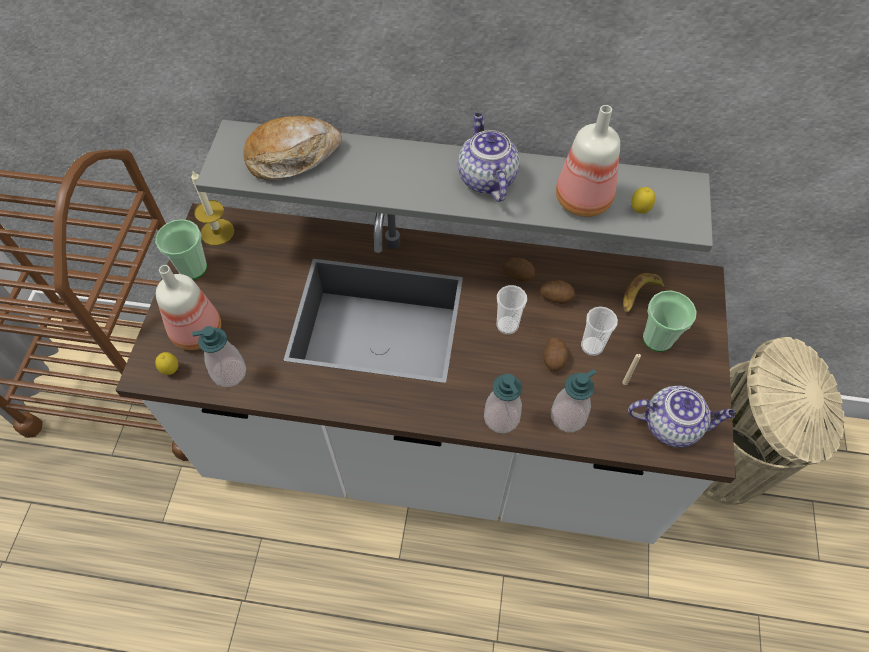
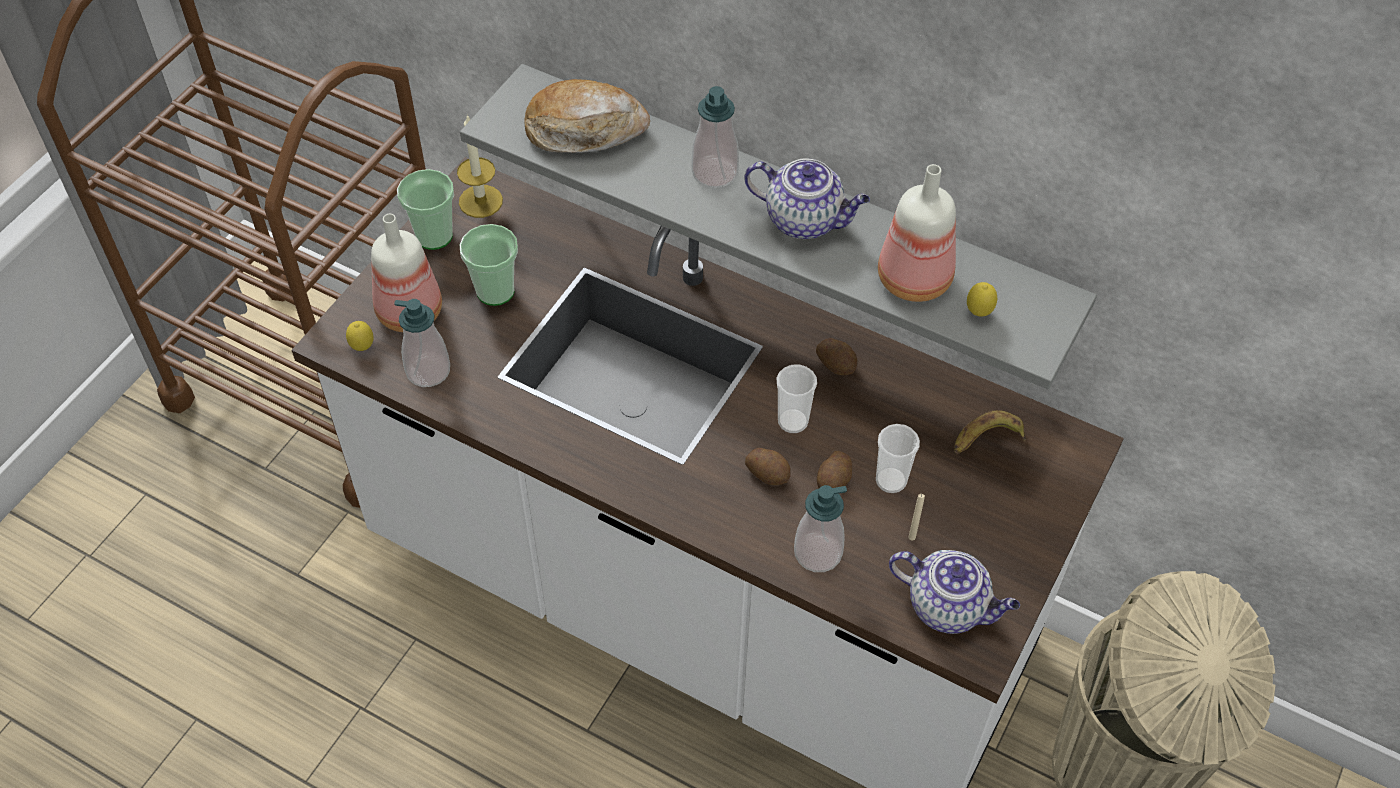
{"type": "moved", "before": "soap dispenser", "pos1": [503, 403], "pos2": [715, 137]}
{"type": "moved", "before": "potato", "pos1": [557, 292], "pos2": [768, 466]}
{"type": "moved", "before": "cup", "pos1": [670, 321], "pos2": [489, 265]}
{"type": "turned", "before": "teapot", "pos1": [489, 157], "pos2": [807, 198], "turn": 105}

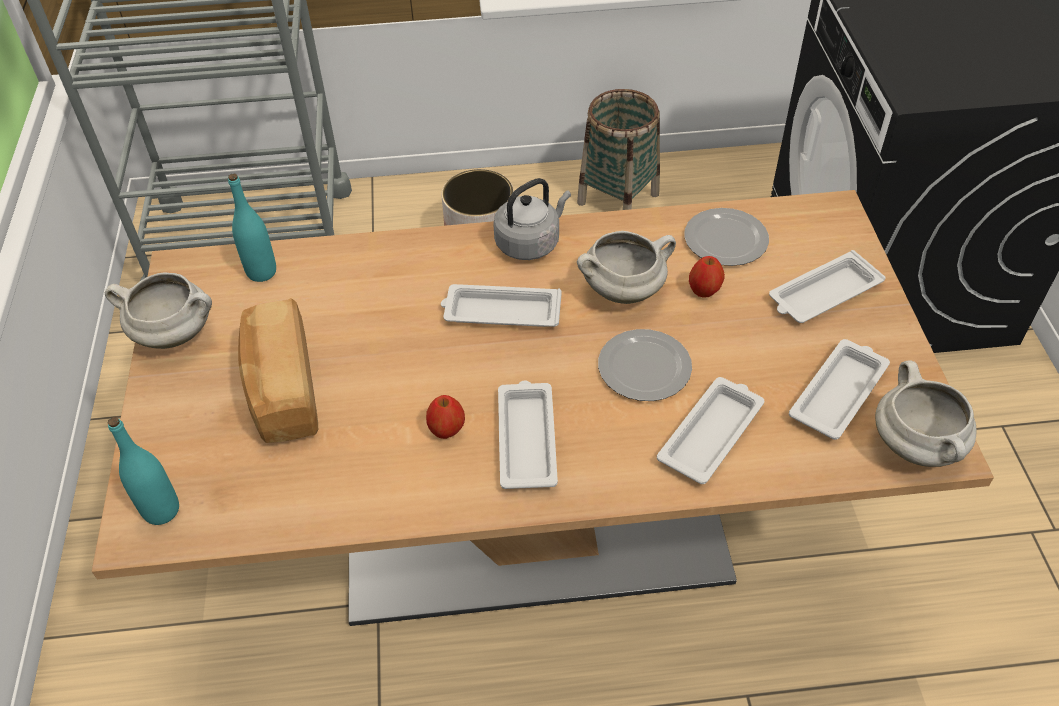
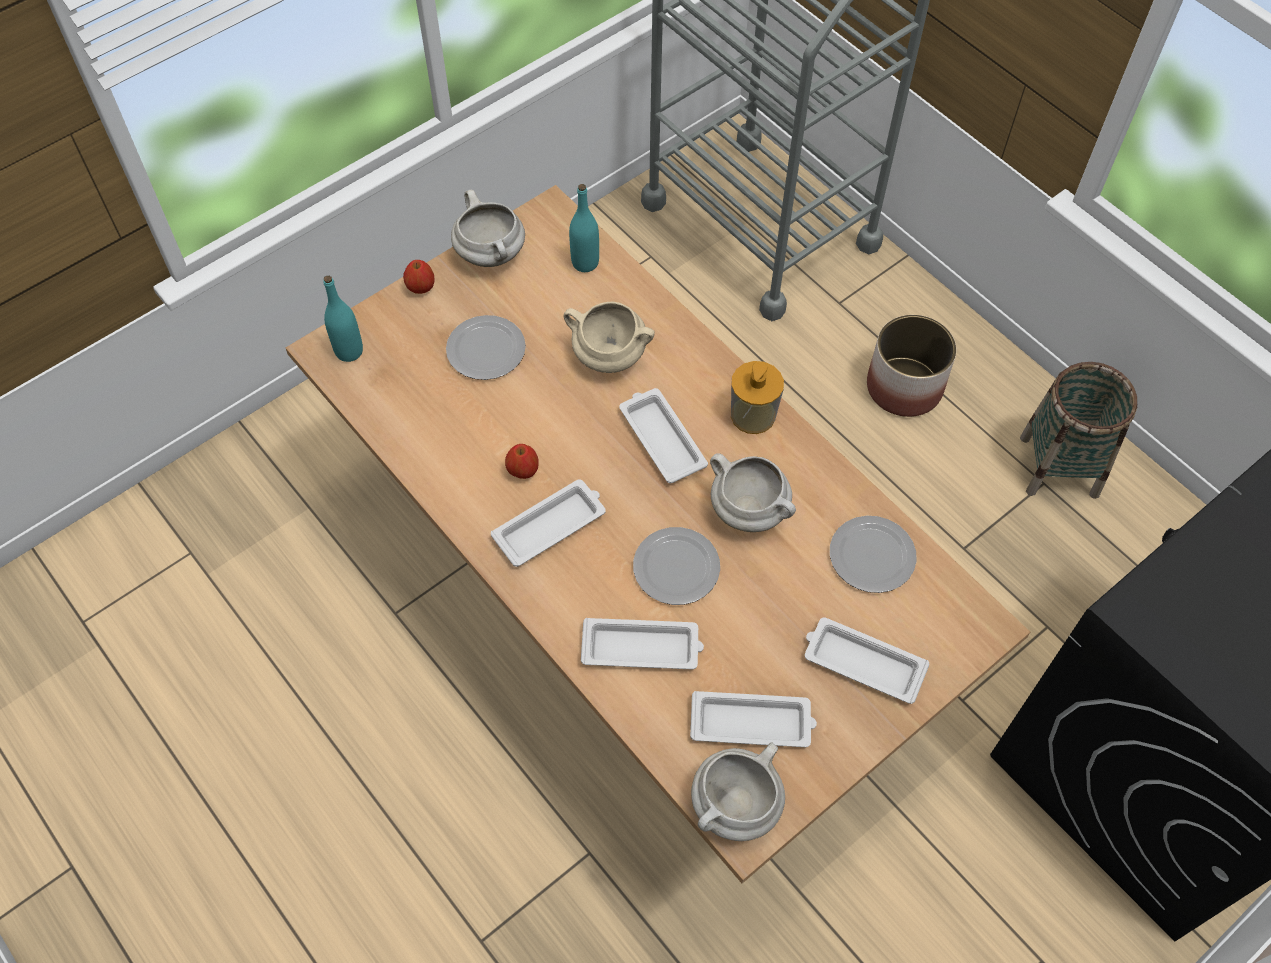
{"type": "added", "after": "cooking pot in beige", "pos2": [609, 337]}
{"type": "moved", "before": "apple", "pos1": [707, 277], "pos2": [419, 277]}
{"type": "replaced", "before": "bread", "after": "plate", "pos1": [278, 370], "pos2": [486, 347]}
{"type": "replaced", "before": "kettle in grey", "after": "soap dispenser", "pos1": [532, 219], "pos2": [757, 397]}

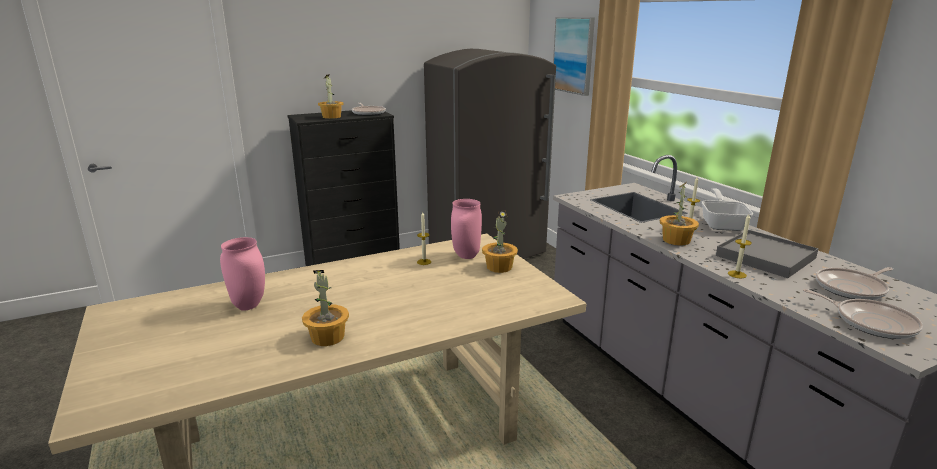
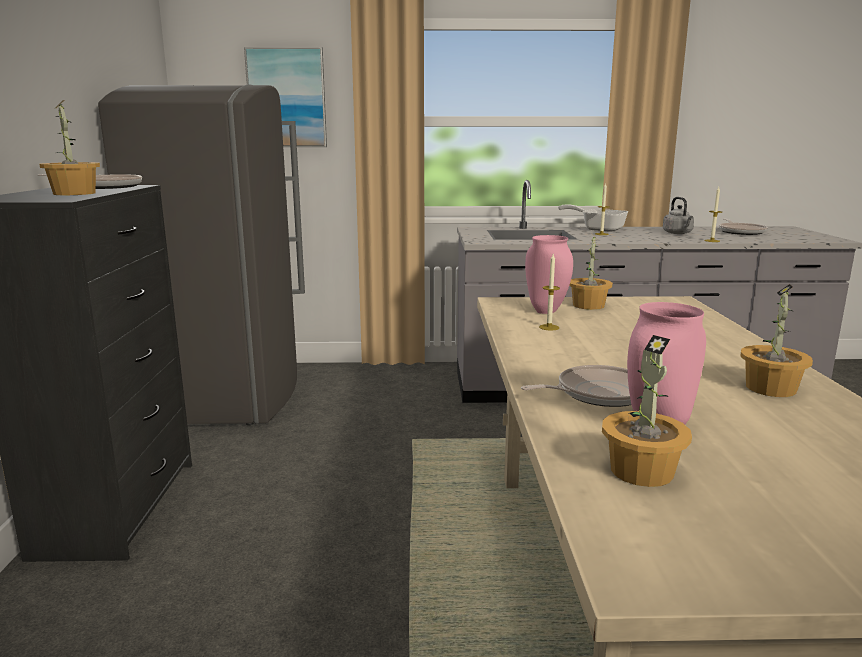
{"type": "moved", "before": "potted plant", "pos1": [679, 214], "pos2": [647, 411]}
{"type": "moved", "before": "frying pan", "pos1": [863, 314], "pos2": [576, 386]}
{"type": "replaced", "before": "tray in grey", "after": "kettle in grey", "pos1": [767, 254], "pos2": [678, 215]}

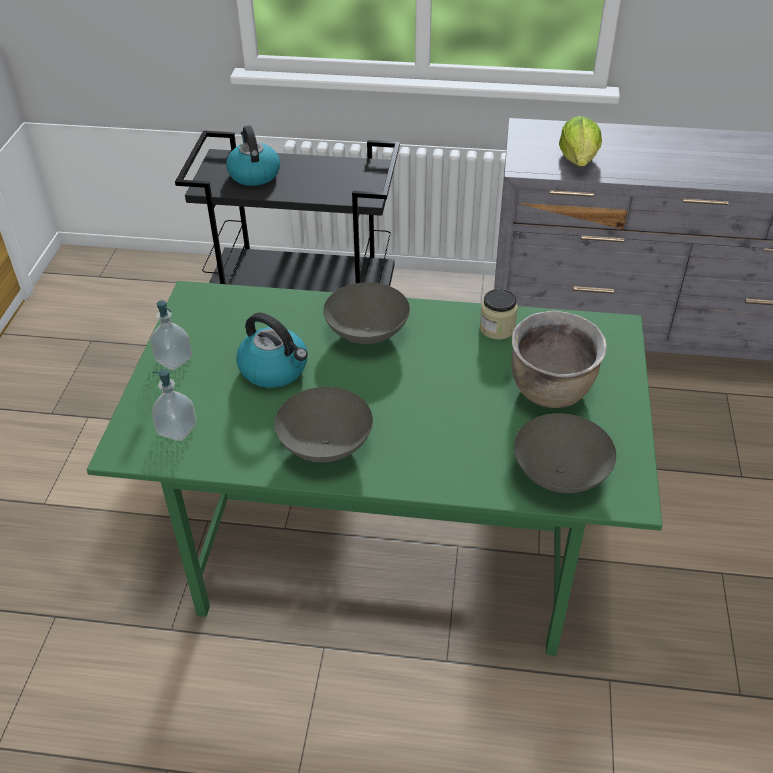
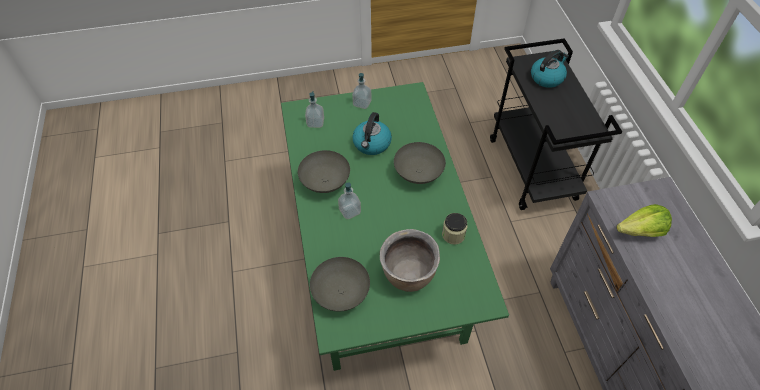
{"type": "added", "after": "soap dispenser", "pos2": [349, 201]}

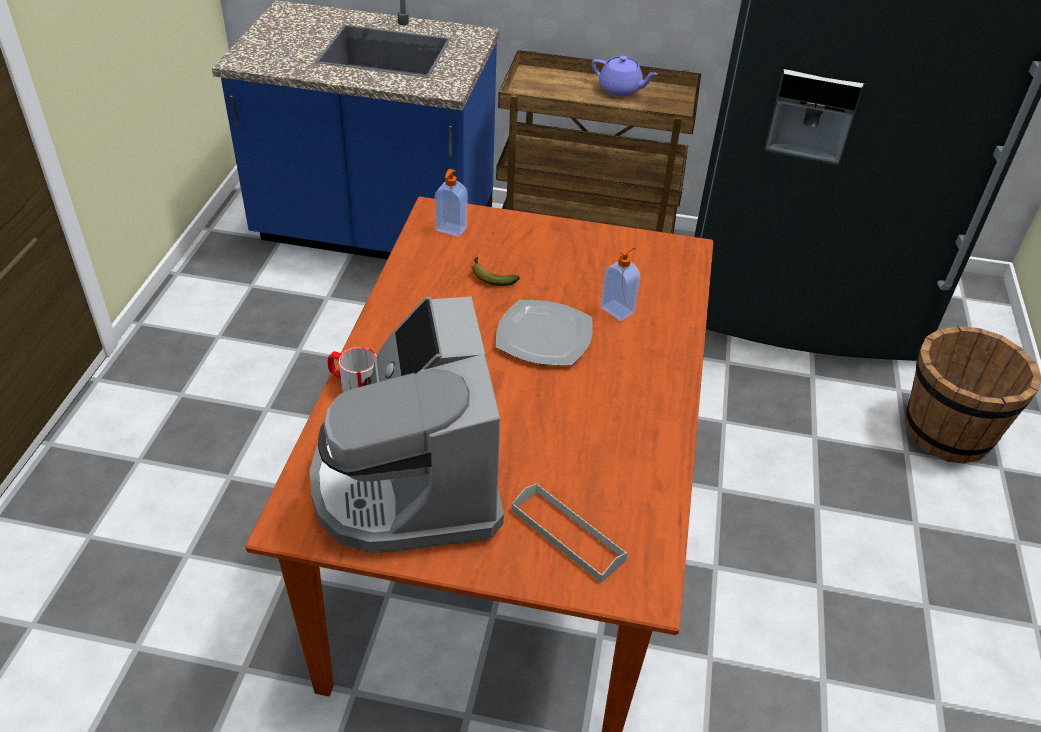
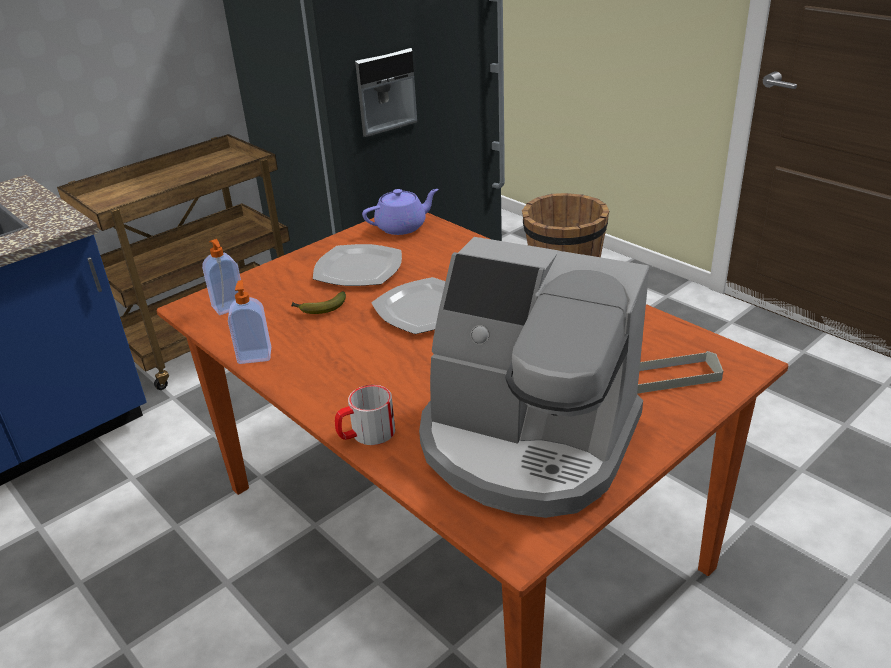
{"type": "added", "after": "plate", "pos2": [357, 265]}
{"type": "moved", "before": "teapot in purple", "pos1": [625, 76], "pos2": [400, 212]}
{"type": "moved", "before": "soap dispenser", "pos1": [620, 283], "pos2": [249, 322]}

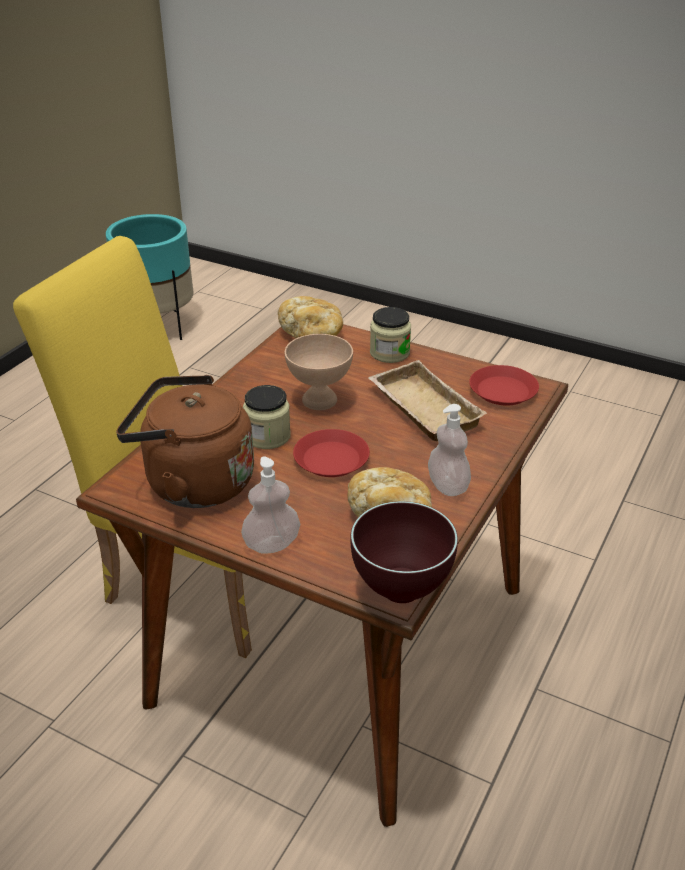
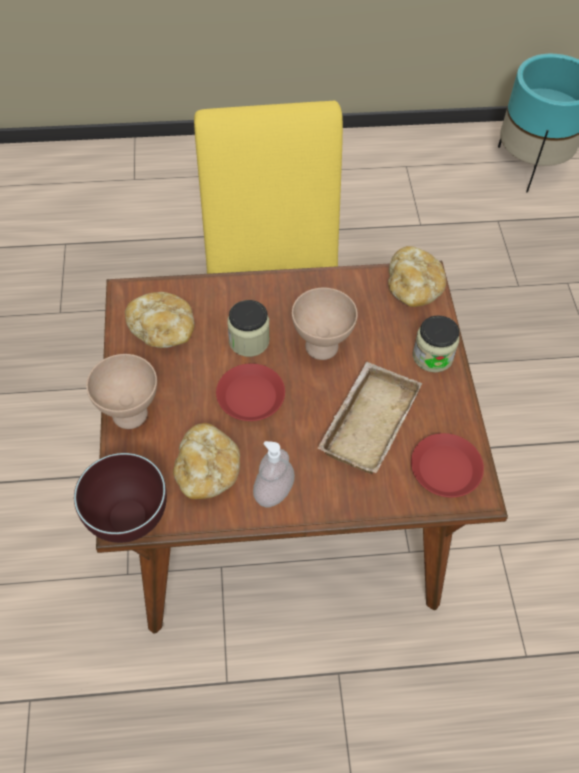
{"type": "replaced", "before": "kettle in brown", "after": "bread", "pos1": [185, 441], "pos2": [160, 320]}
{"type": "replaced", "before": "soap dispenser", "after": "bowl in beige", "pos1": [270, 505], "pos2": [121, 391]}

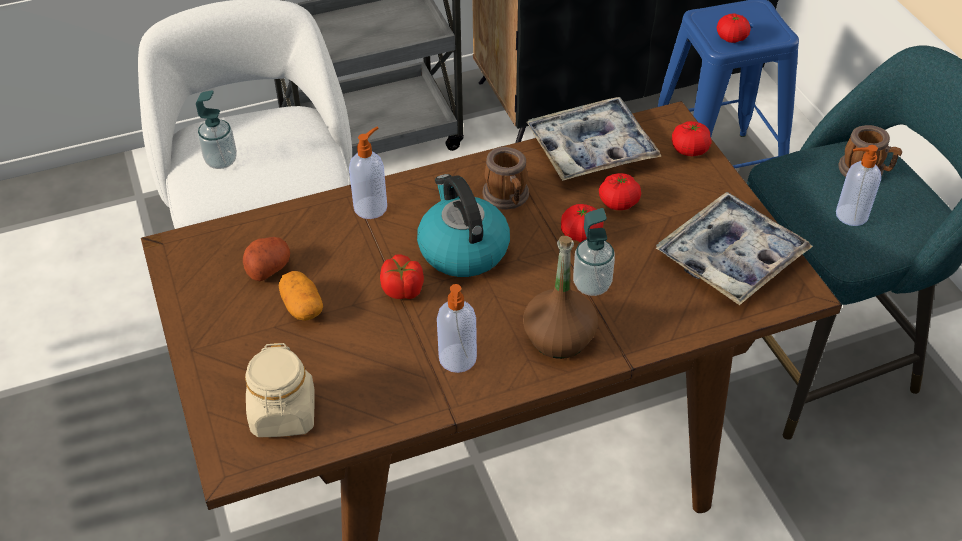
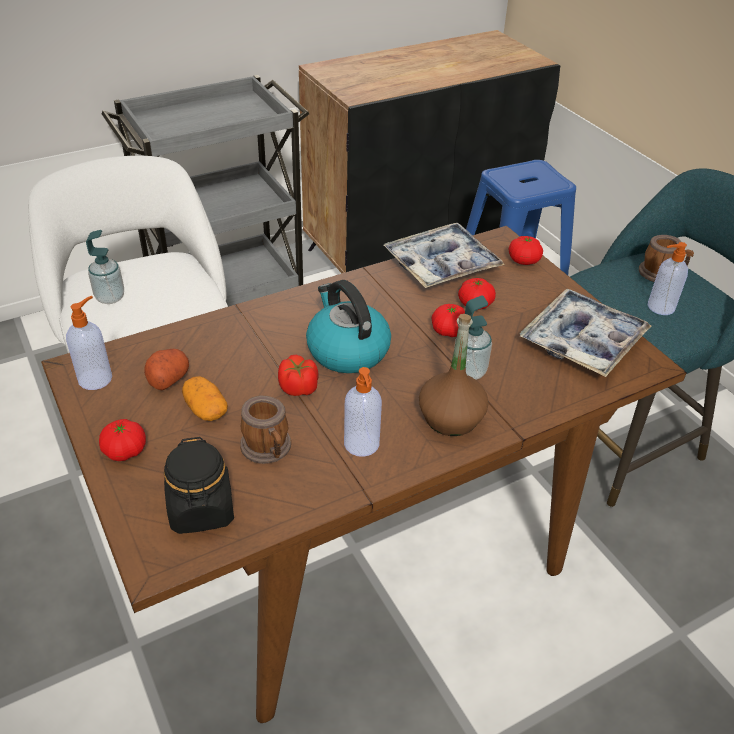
{"type": "moved", "before": "soap dispenser", "pos1": [368, 173], "pos2": [89, 343]}
{"type": "moved", "before": "mug", "pos1": [505, 178], "pos2": [265, 430]}
{"type": "moved", "before": "tomato", "pos1": [734, 28], "pos2": [122, 440]}
{"type": "recoloured", "before": "jar in beige", "after": "jar in black", "pos1": [279, 390], "pos2": [199, 485]}

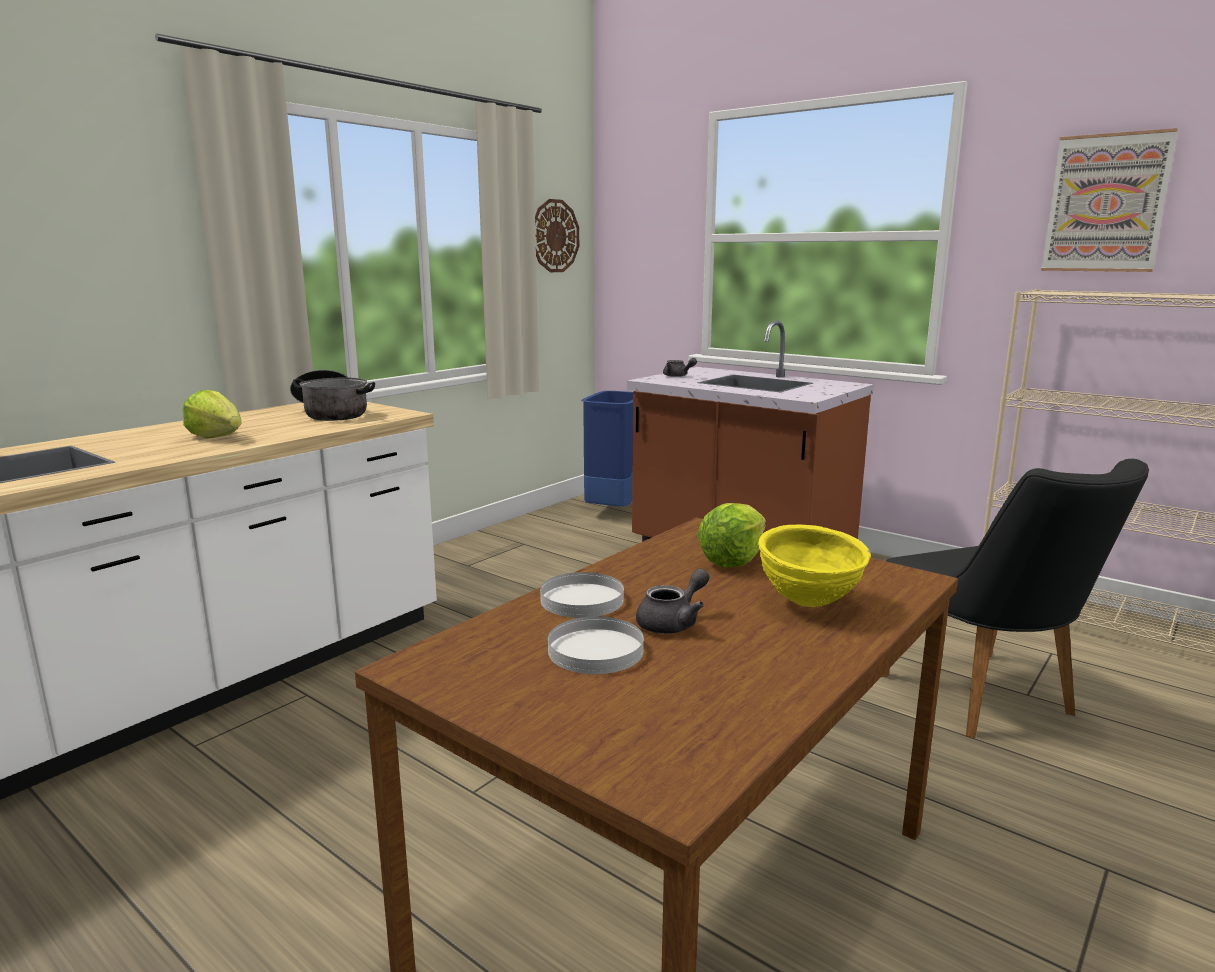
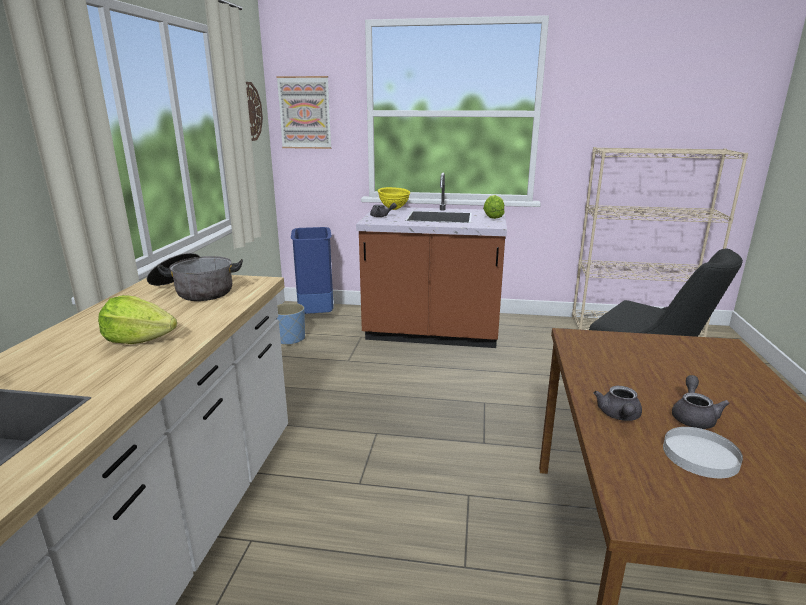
{"type": "added", "after": "planter in blue", "pos2": [291, 324]}
{"type": "moved", "before": "lettuce", "pos1": [732, 535], "pos2": [494, 207]}
{"type": "moved", "before": "bowl in yellow", "pos1": [814, 566], "pos2": [394, 198]}
{"type": "moved", "before": "picture", "pos1": [1109, 200], "pos2": [304, 112]}
{"type": "replaced", "before": "plate in white", "after": "teapot in grey", "pos1": [582, 595], "pos2": [617, 403]}

